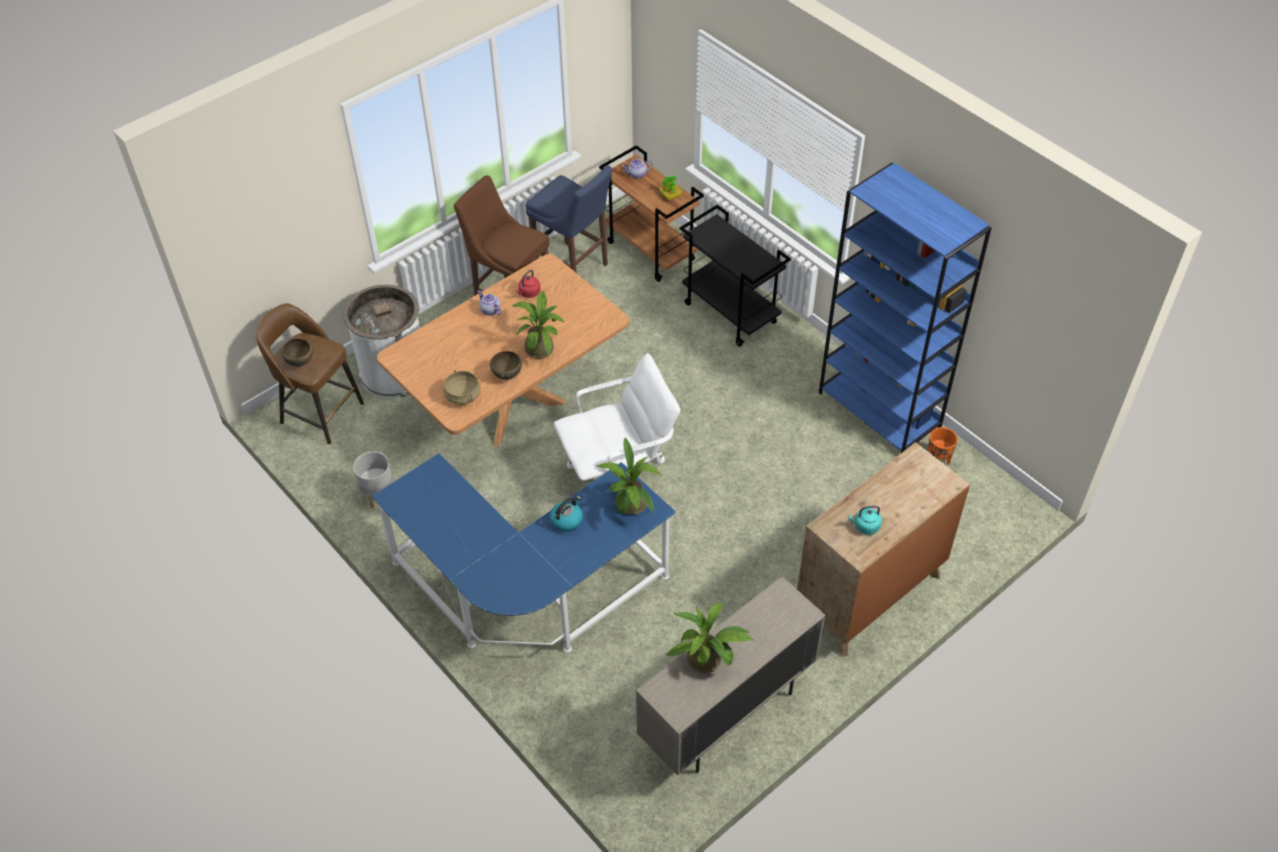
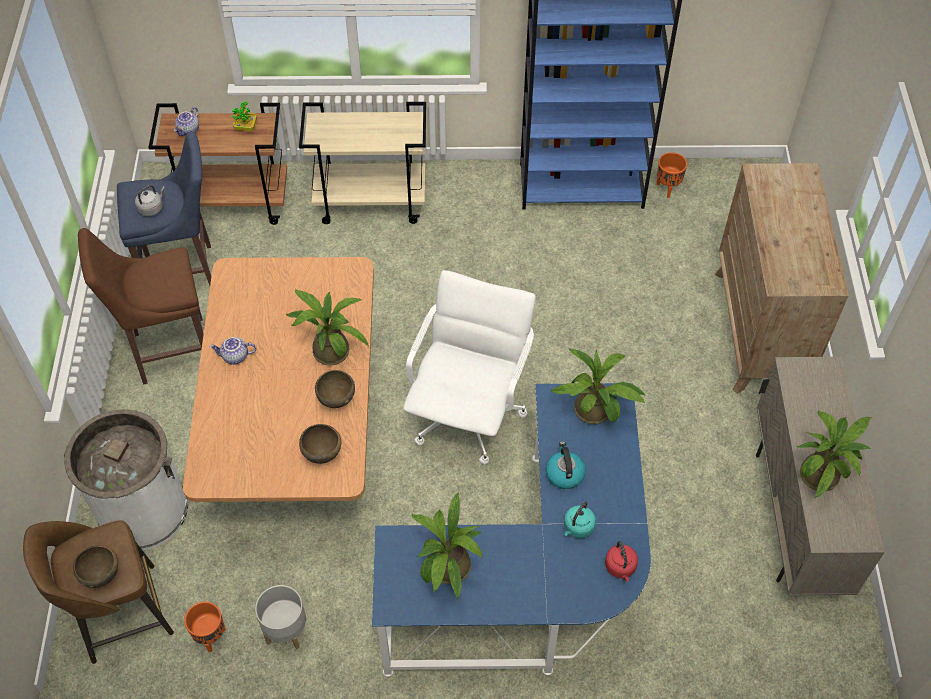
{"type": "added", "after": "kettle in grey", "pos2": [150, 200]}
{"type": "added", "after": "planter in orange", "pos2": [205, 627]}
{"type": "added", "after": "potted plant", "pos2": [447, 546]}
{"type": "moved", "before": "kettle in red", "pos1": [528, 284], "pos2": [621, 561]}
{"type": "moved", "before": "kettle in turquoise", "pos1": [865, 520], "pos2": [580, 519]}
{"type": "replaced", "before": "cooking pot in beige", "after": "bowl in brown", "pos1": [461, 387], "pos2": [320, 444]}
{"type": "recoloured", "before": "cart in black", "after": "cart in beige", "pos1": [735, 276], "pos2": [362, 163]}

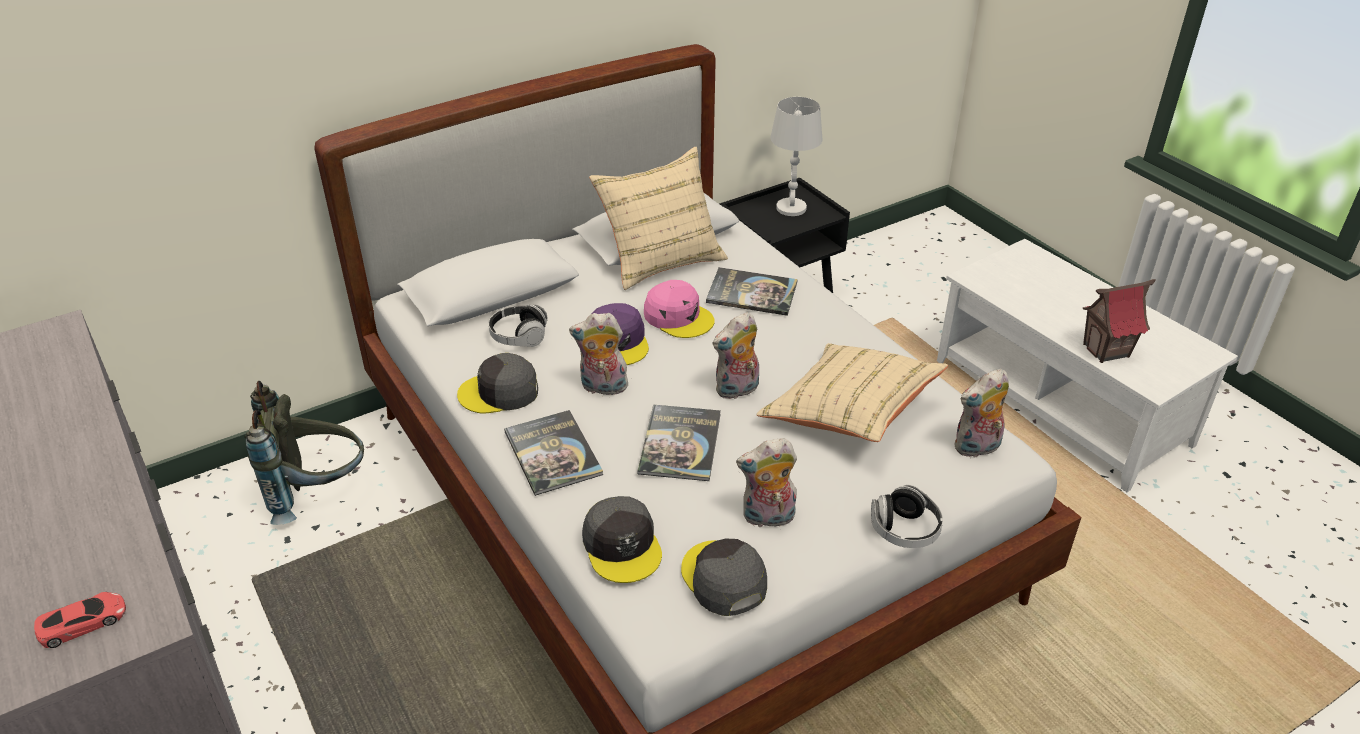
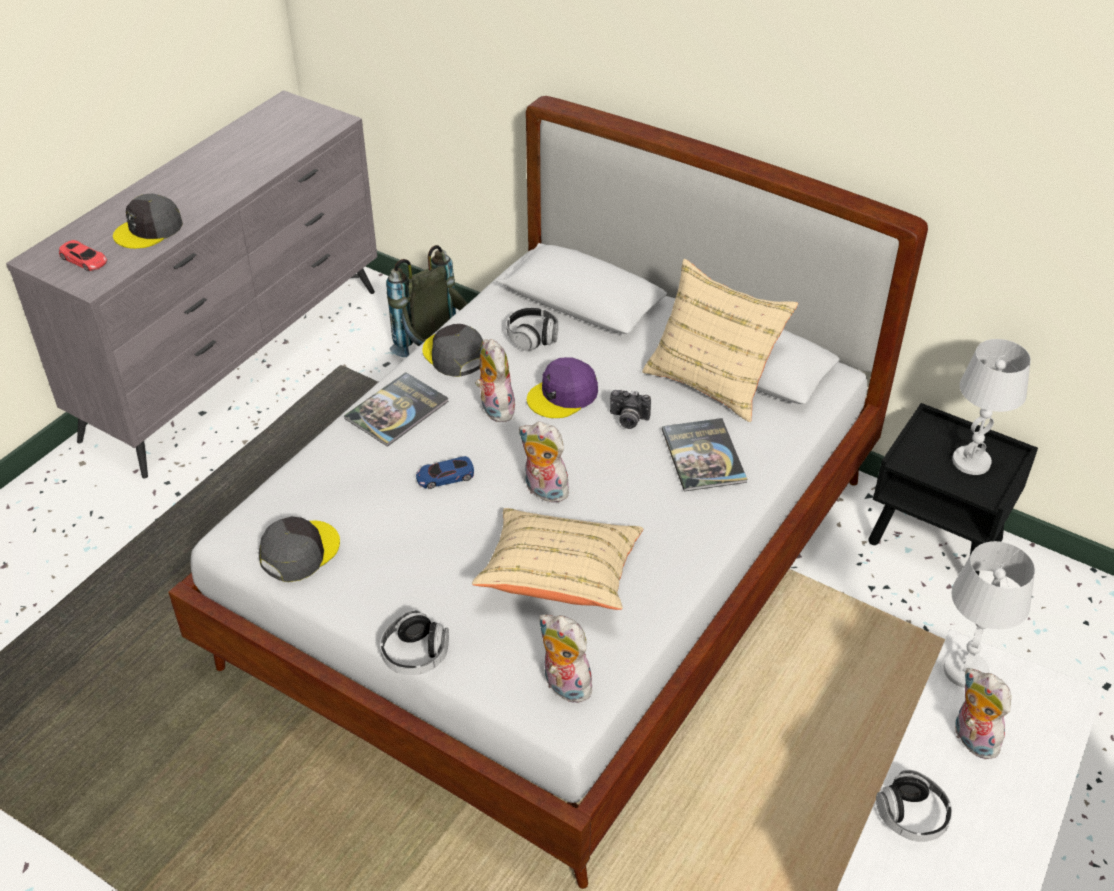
{"type": "added", "after": "table lamp in white", "pos2": [989, 614]}
{"type": "moved", "before": "cap in grey", "pos1": [622, 539], "pos2": [148, 221]}
{"type": "moved", "before": "plush toy", "pos1": [766, 484], "pos2": [983, 713]}
{"type": "replaced", "before": "book", "after": "toy car in blue", "pos1": [679, 443], "pos2": [445, 472]}
{"type": "replaced", "before": "cap in pink", "after": "photo camera", "pos1": [679, 309], "pos2": [630, 409]}
{"type": "replaced", "before": "toy house", "after": "headphones", "pos1": [1119, 321], "pos2": [914, 806]}

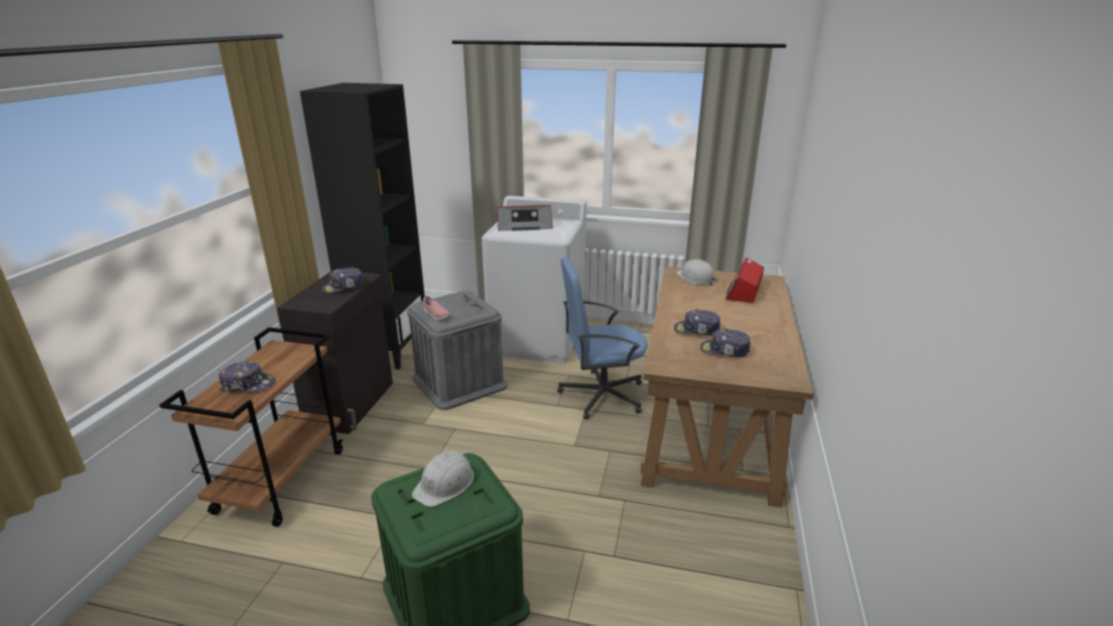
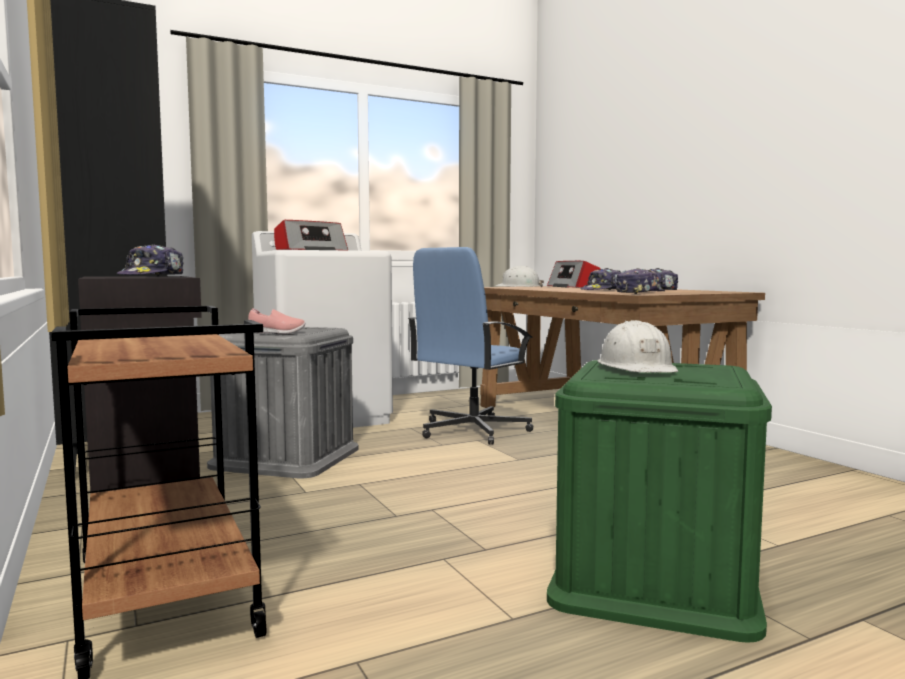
{"type": "moved", "before": "cap", "pos1": [247, 376], "pos2": [640, 281]}

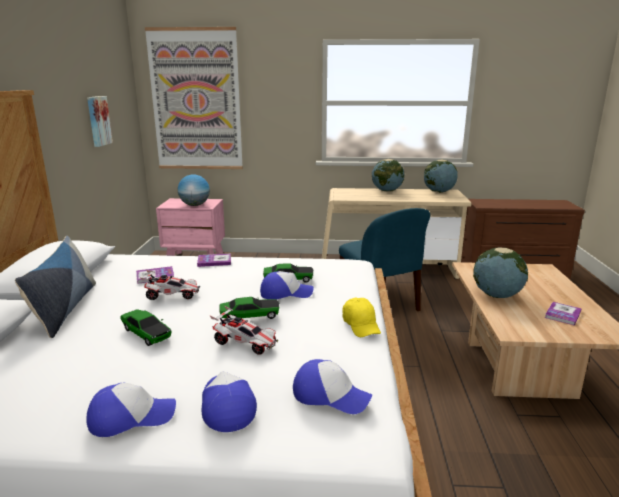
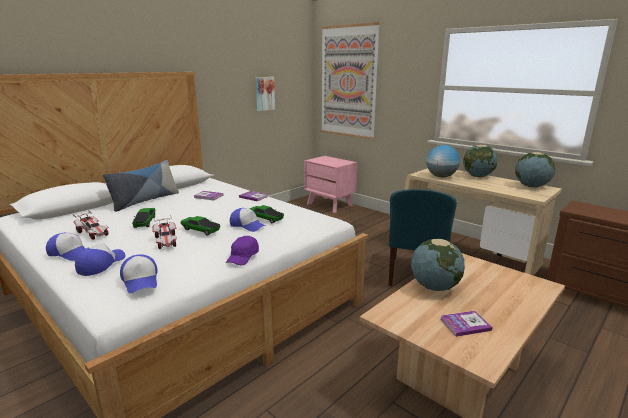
{"type": "moved", "before": "toy car", "pos1": [170, 285], "pos2": [91, 225]}
{"type": "moved", "before": "globe", "pos1": [194, 190], "pos2": [443, 161]}
{"type": "recoloured", "before": "cap in yellow", "after": "cap in purple", "pos1": [362, 317], "pos2": [242, 250]}

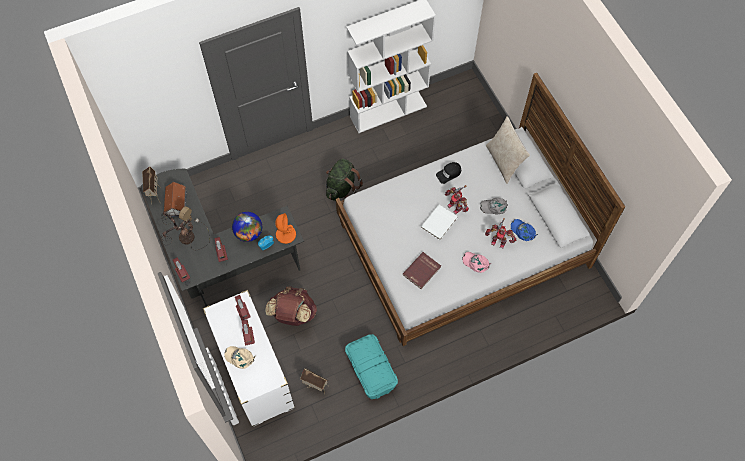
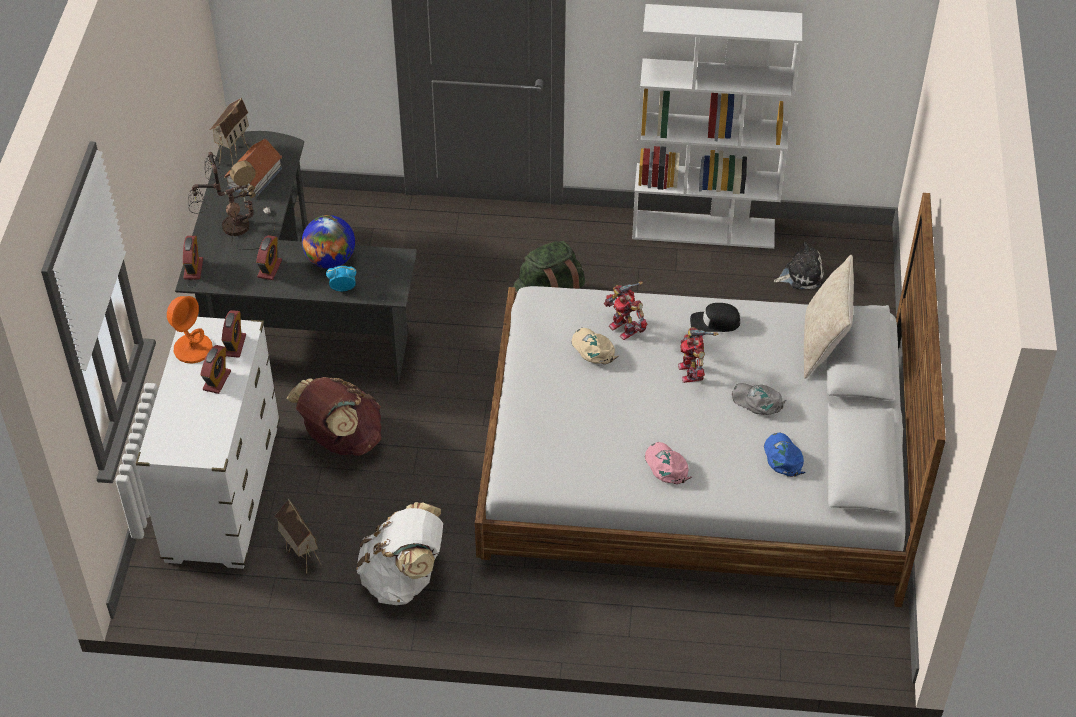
{"type": "removed", "before": "book in red", "pos1": [422, 270]}
{"type": "removed", "before": "book in white", "pos1": [439, 222]}
{"type": "added", "after": "plush toy", "pos2": [799, 265]}
{"type": "moved", "before": "cap in beige", "pos1": [240, 357], "pos2": [595, 346]}
{"type": "moved", "before": "table lamp in orange", "pos1": [285, 228], "pos2": [190, 330]}
{"type": "moved", "before": "toy robot", "pos1": [500, 233], "pos2": [625, 310]}
{"type": "replaced", "before": "storage box in turquoise", "after": "backpack in white", "pos1": [371, 366], "pos2": [399, 553]}

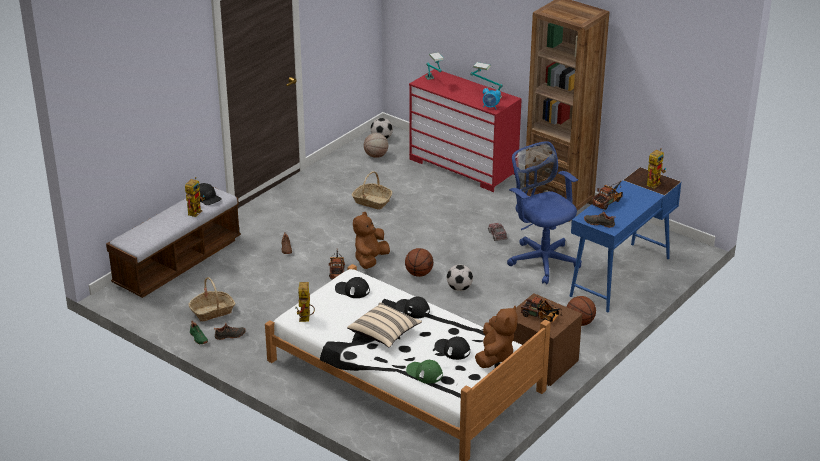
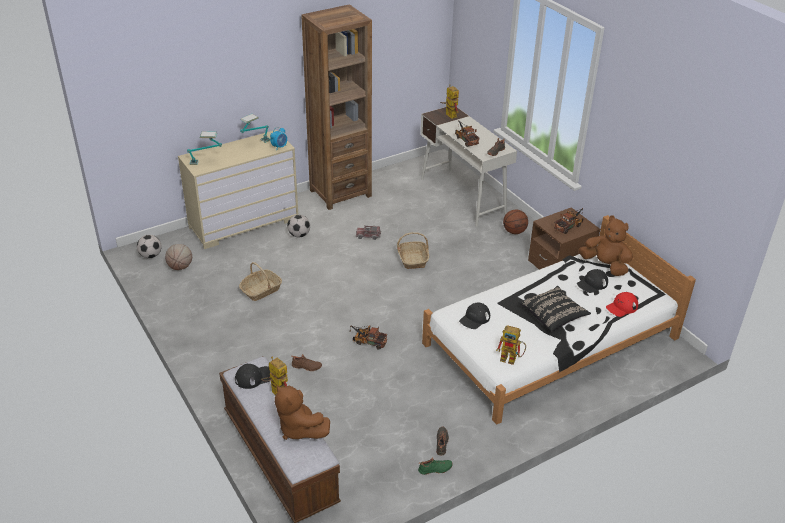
{"type": "removed", "before": "cap in black", "pos1": [413, 307]}
{"type": "removed", "before": "basketball", "pos1": [419, 262]}
{"type": "removed", "before": "office chair in blue", "pos1": [544, 212]}
{"type": "moved", "before": "basket", "pos1": [212, 299], "pos2": [413, 250]}
{"type": "moved", "before": "plush toy in brown", "pos1": [371, 240], "pos2": [302, 412]}
{"type": "moved", "before": "football", "pos1": [460, 278], "pos2": [298, 226]}
{"type": "recoloured", "before": "pillow in beige", "after": "pillow in black", "pos1": [384, 325], "pos2": [555, 309]}
{"type": "recoloured", "before": "cap in green", "after": "cap in red", "pos1": [424, 372], "pos2": [622, 304]}
{"type": "recoloured", "before": "dresser in red", "after": "dresser in beige", "pos1": [465, 130], "pos2": [238, 189]}
{"type": "recoloured", "before": "desk in blue", "after": "desk in white", "pos1": [625, 239], "pos2": [468, 166]}

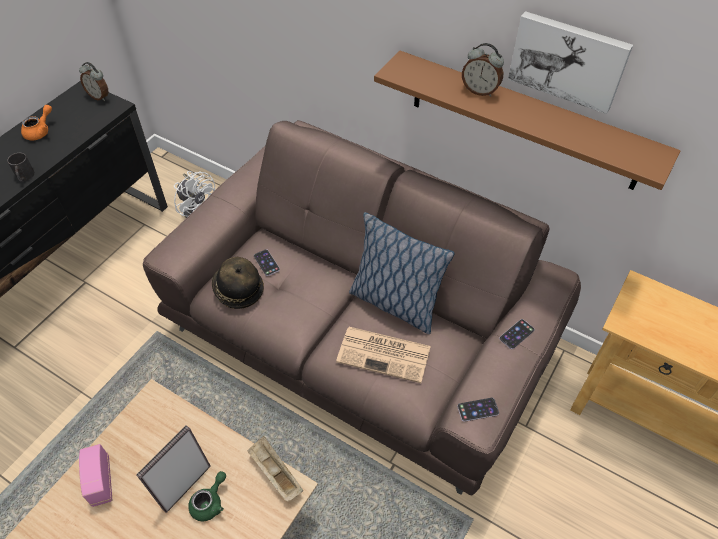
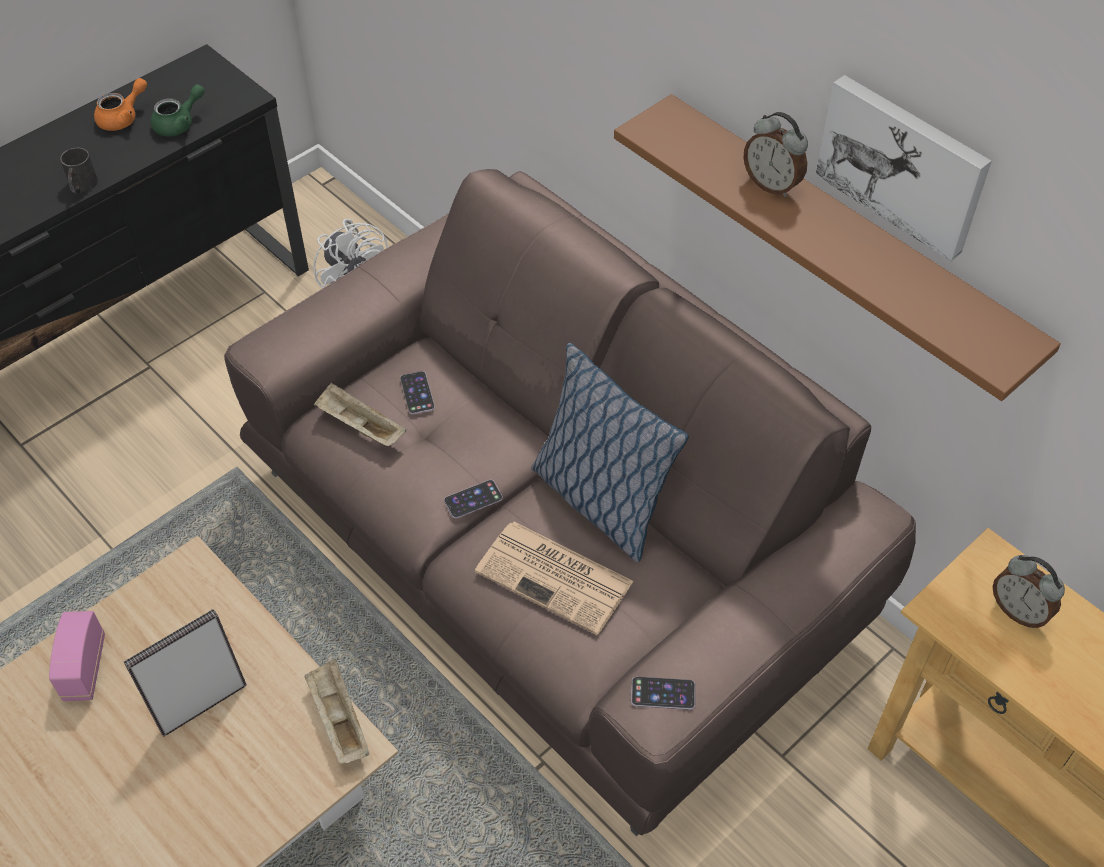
{"type": "moved", "before": "alarm clock", "pos1": [94, 81], "pos2": [1028, 591]}
{"type": "moved", "before": "teapot in green", "pos1": [207, 496], "pos2": [178, 110]}
{"type": "moved", "before": "phone", "pos1": [517, 334], "pos2": [473, 499]}
{"type": "replaced", "before": "hat", "after": "tray in beige", "pos1": [238, 283], "pos2": [360, 414]}

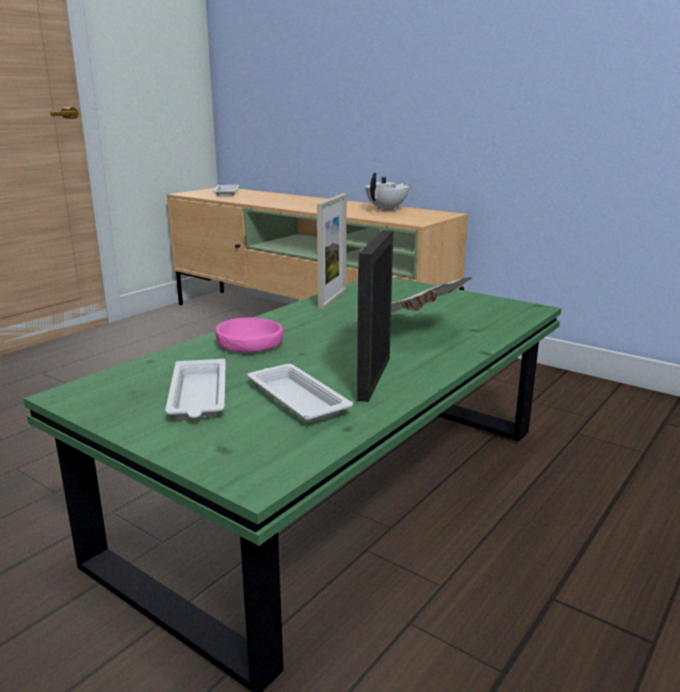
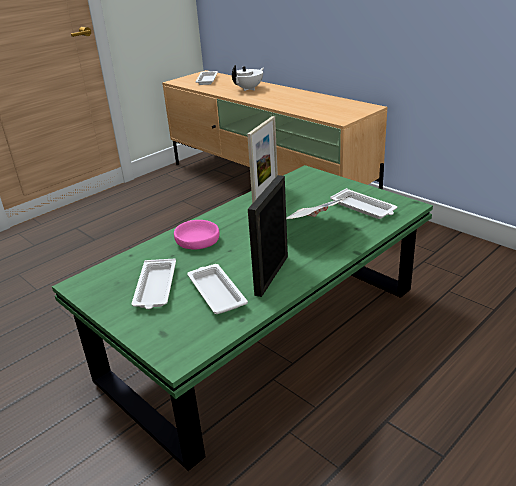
{"type": "added", "after": "tray in white", "pos2": [363, 203]}
{"type": "moved", "before": "teapot in white", "pos1": [387, 191], "pos2": [248, 78]}

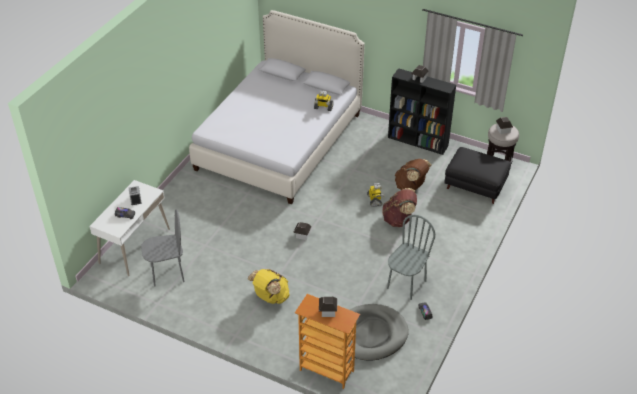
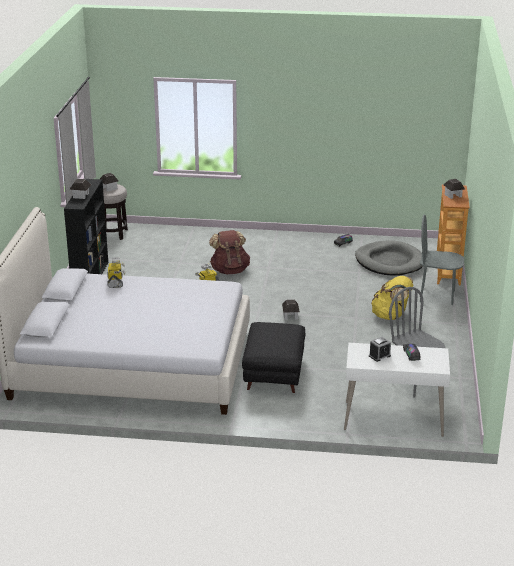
{"type": "removed", "before": "backpack in brown", "pos1": [413, 174]}
{"type": "moved", "before": "chair in grey", "pos1": [411, 257], "pos2": [442, 259]}
{"type": "moved", "before": "ottoman in black", "pos1": [478, 175], "pos2": [273, 357]}

